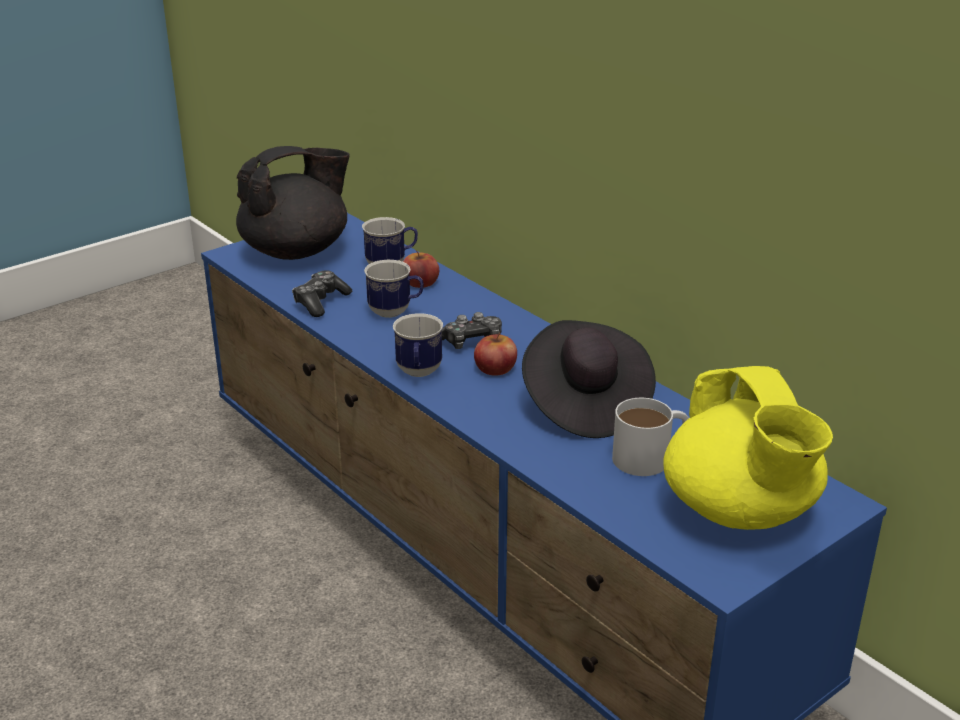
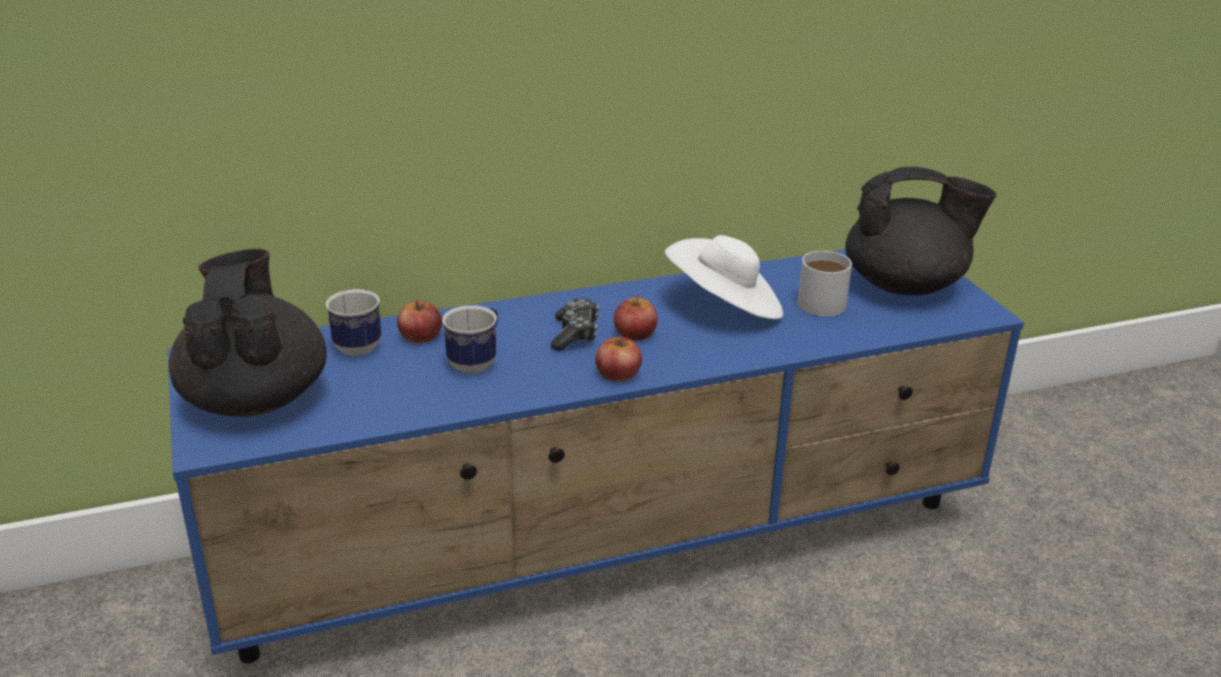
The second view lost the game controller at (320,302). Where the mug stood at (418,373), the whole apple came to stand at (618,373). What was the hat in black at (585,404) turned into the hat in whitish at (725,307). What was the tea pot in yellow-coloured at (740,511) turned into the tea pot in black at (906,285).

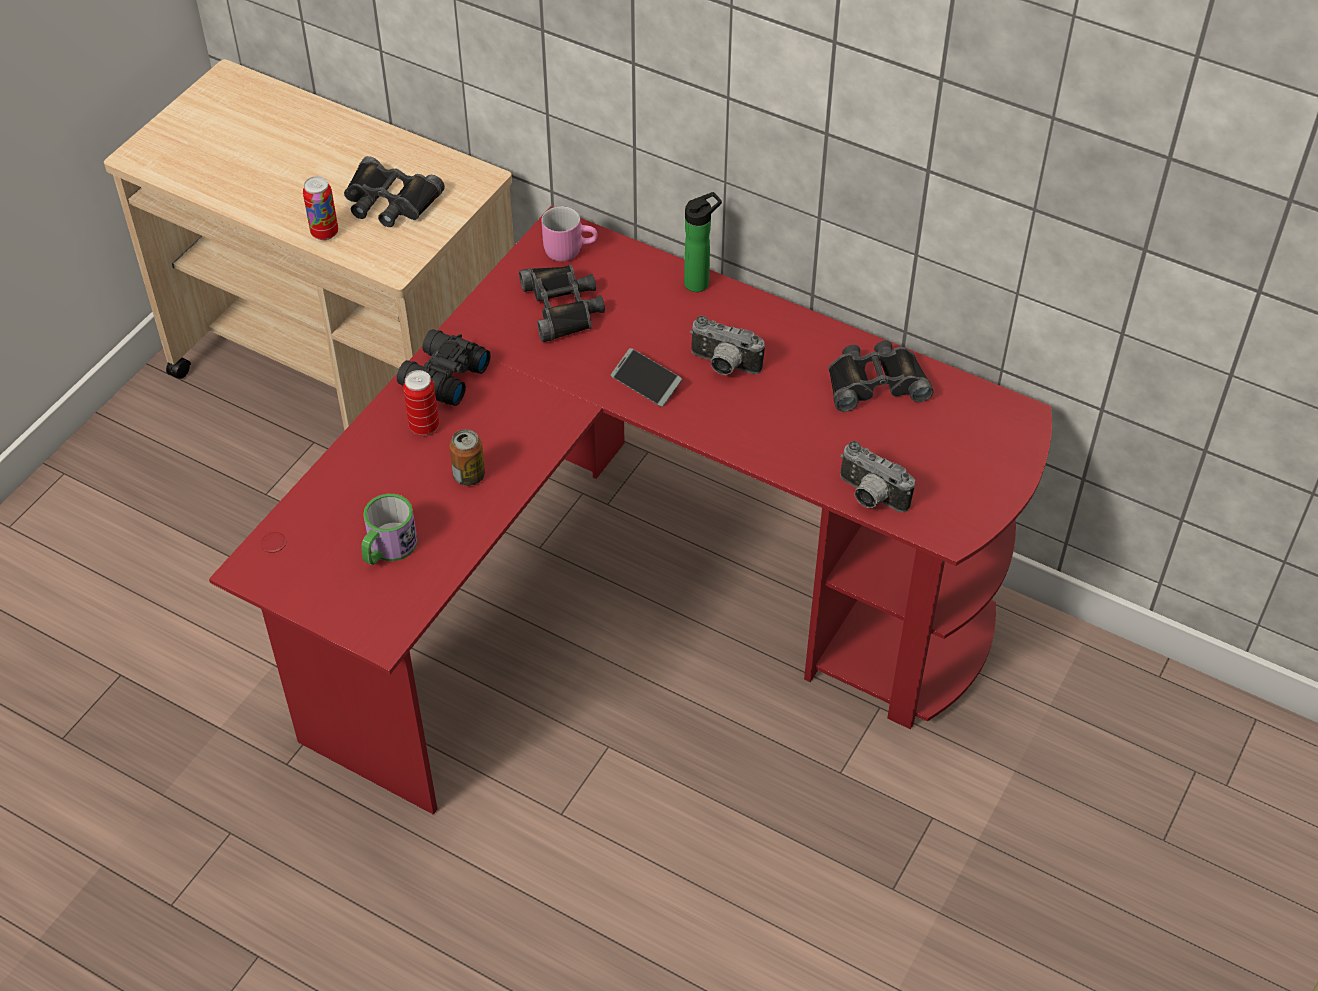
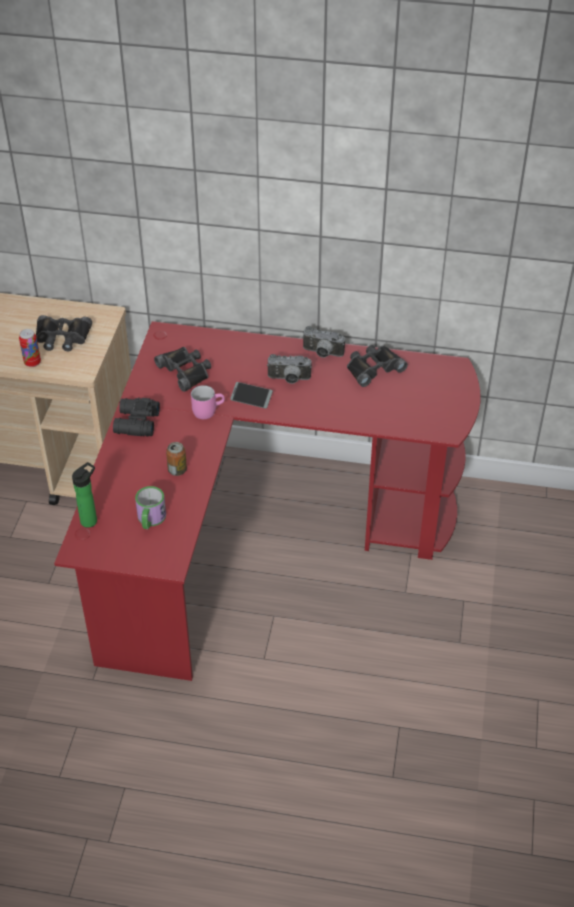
The second view lost the metal can at (424,426). The mug in pinkish ended up elsewhere, having gone from (569,248) to (207,410). The drink bottle ended up elsewhere, having gone from (700,282) to (90,519). The photo camera ended up elsewhere, having gone from (869,497) to (322,354).

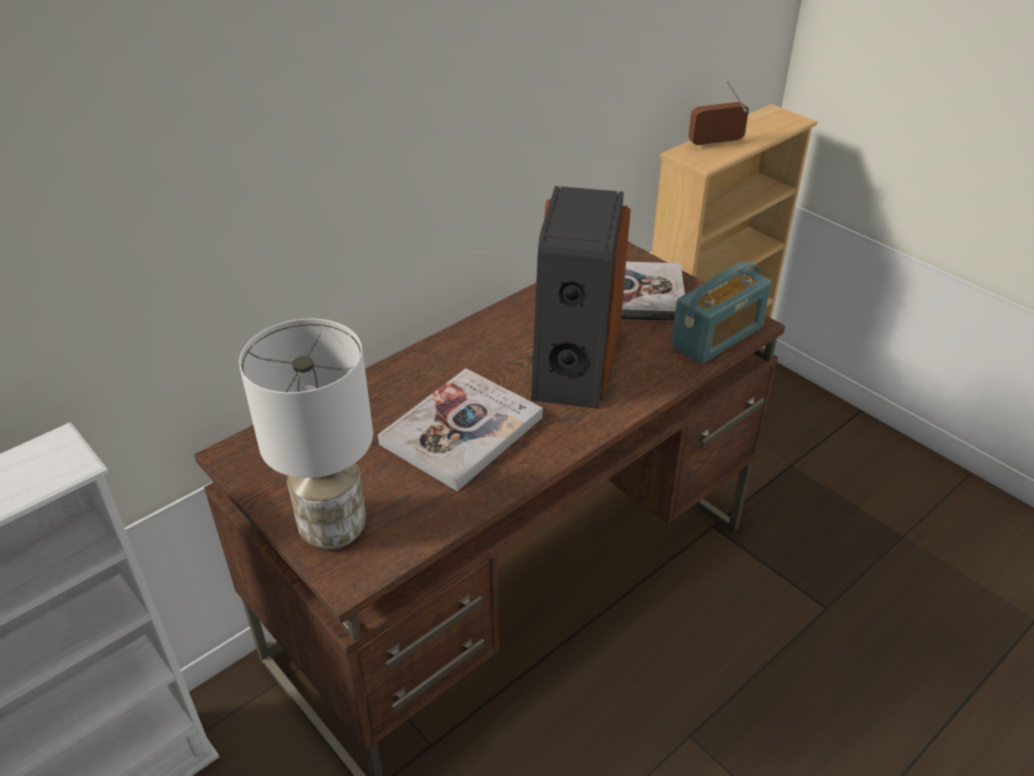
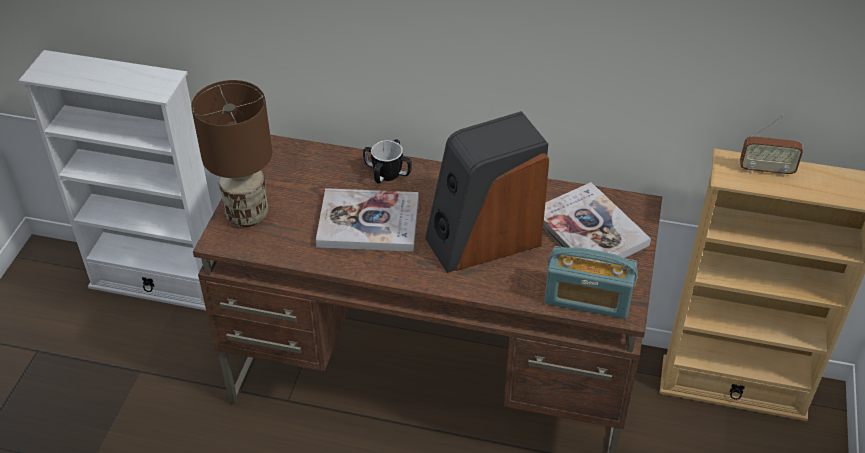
The second view gained the mug at (387,173). What was the table lamp in whitish at (331,529) turned into the table lamp in brown at (246,214). The radio at (715,144) ended up facing another way, 150 degrees clockwise from before.

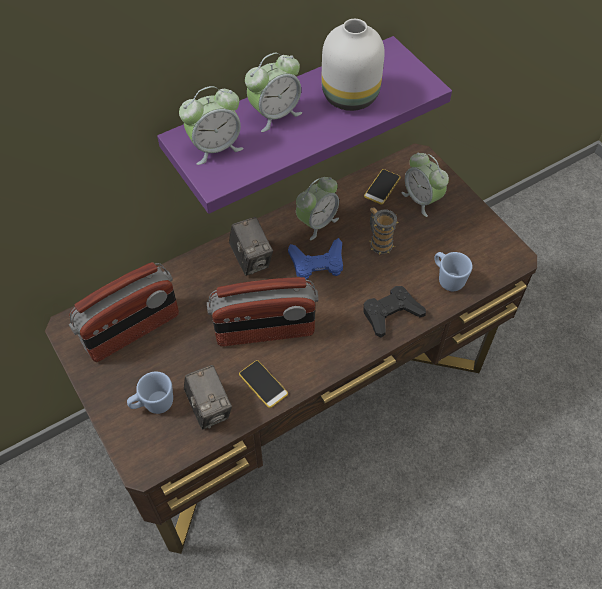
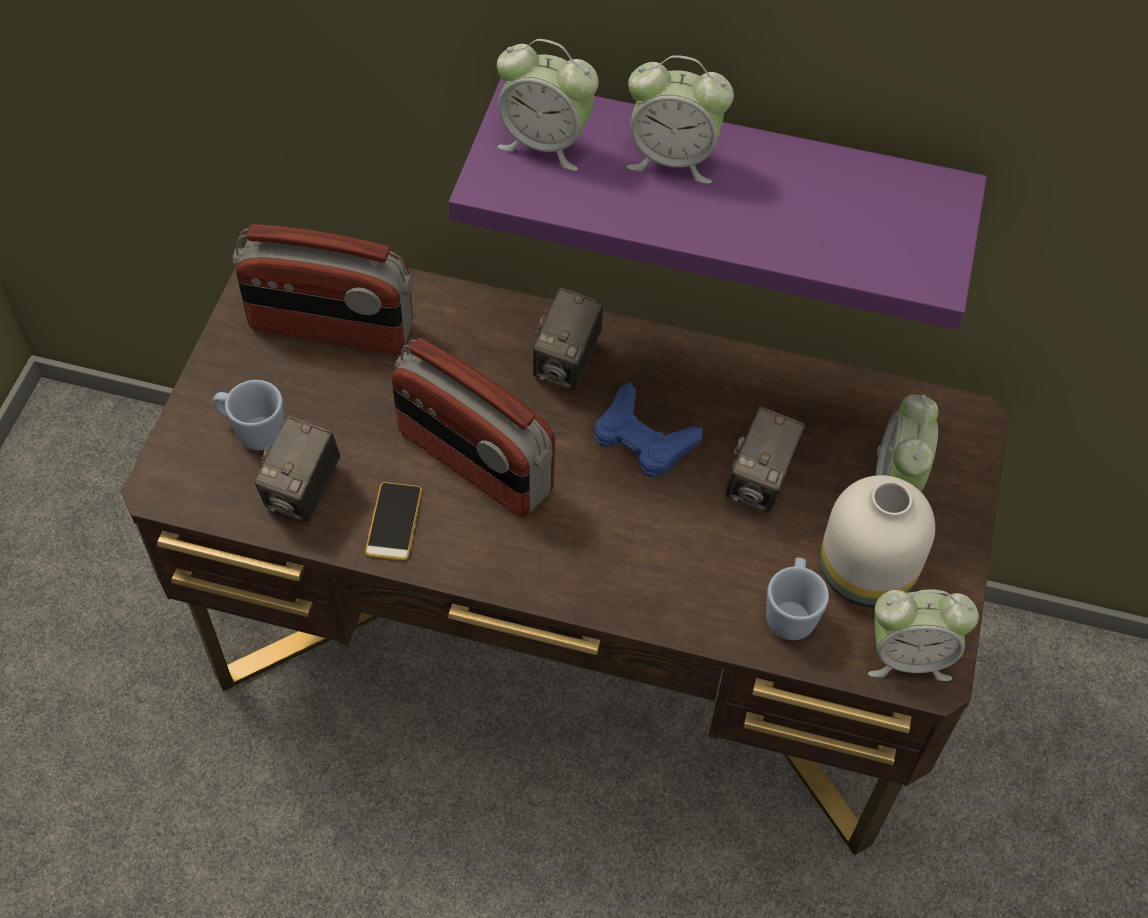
The second view lost the phone at (382,187). The second view lost the game controller in black at (391,313). The table clock ended up elsewhere, having gone from (317,223) to (908,657). The decorative vase in whitish ended up elsewhere, having gone from (349,95) to (865,570). Where the mug stood at (378,242), the photo camera came to stand at (759,483).

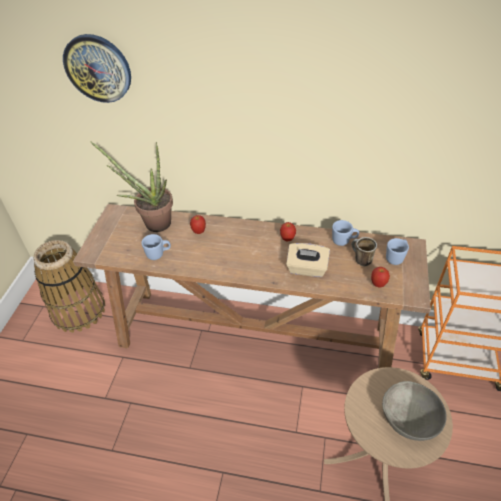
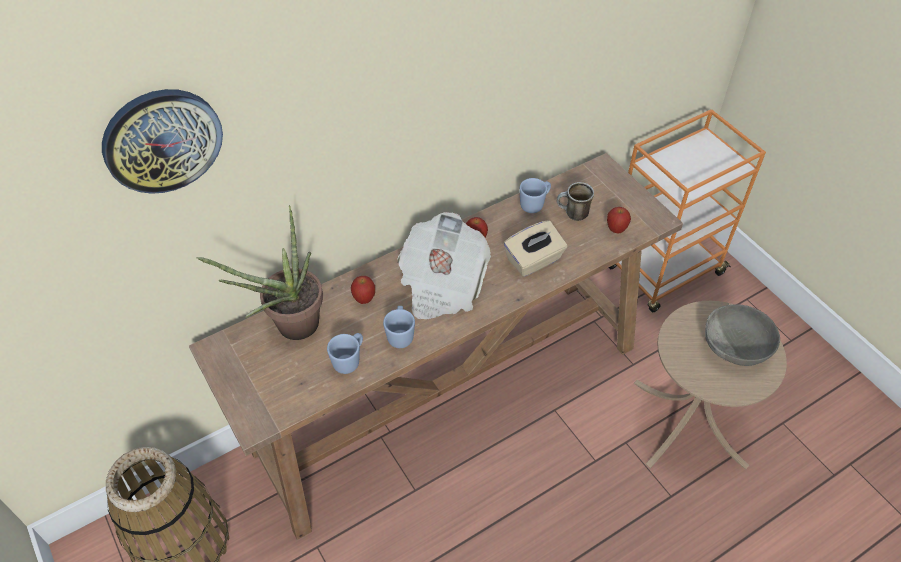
The second view gained the daily paper at (441,284). The mug in bluish ended up elsewhere, having gone from (396,257) to (400,335).

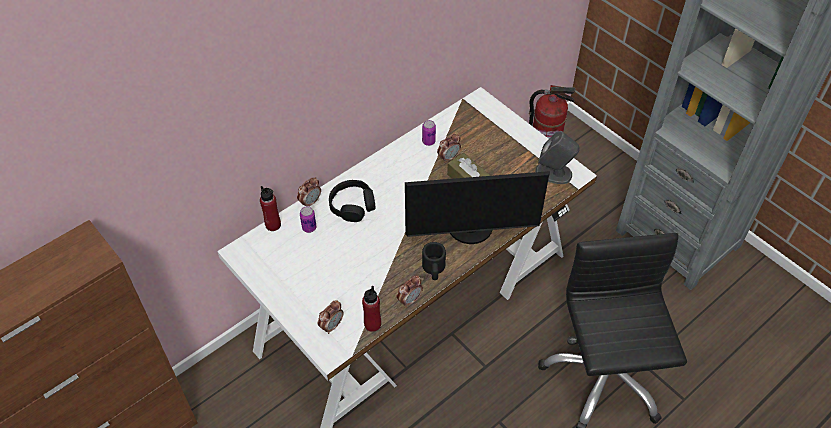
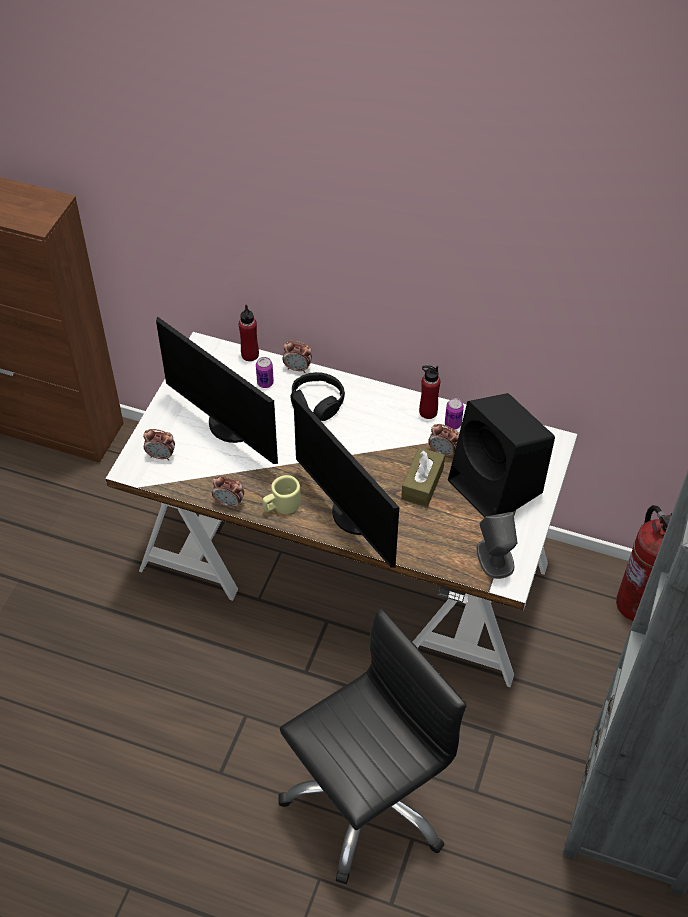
The second view gained the computer screen at (231,425). The second view gained the audio speaker in black at (497,488). The drink bottle in red ended up elsewhere, having gone from (372,324) to (428,412). What was the mug in black at (434,269) turned into the mug in sand-coloured at (281,505).

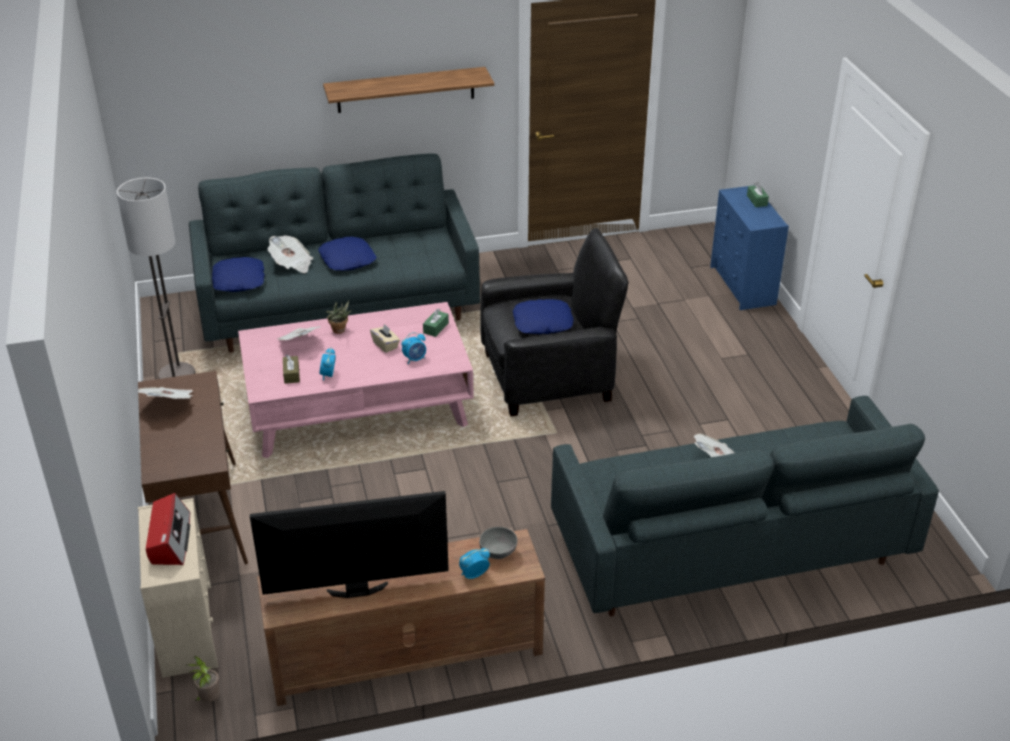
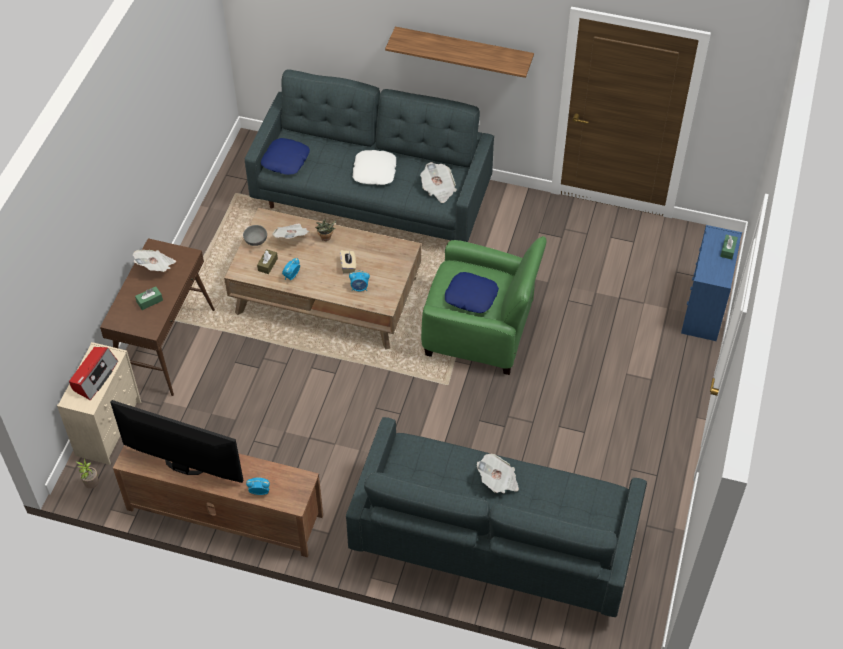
The second view lost the standard lamp at (176,375). The daily paper ended up elsewhere, having gone from (292,264) to (438,189). The tissue holder in green ended up elsewhere, having gone from (436,328) to (149,301). The bowl in grey ended up elsewhere, having gone from (499,553) to (256,241). What was the low table in pinkish at (358,405) turned into the low table in brown at (327,296). What was the pillow in bluish at (348,259) turned into the pillow in whitish at (375,171). What was the lounge chair in black at (549,376) turned into the lounge chair in green at (480,331).

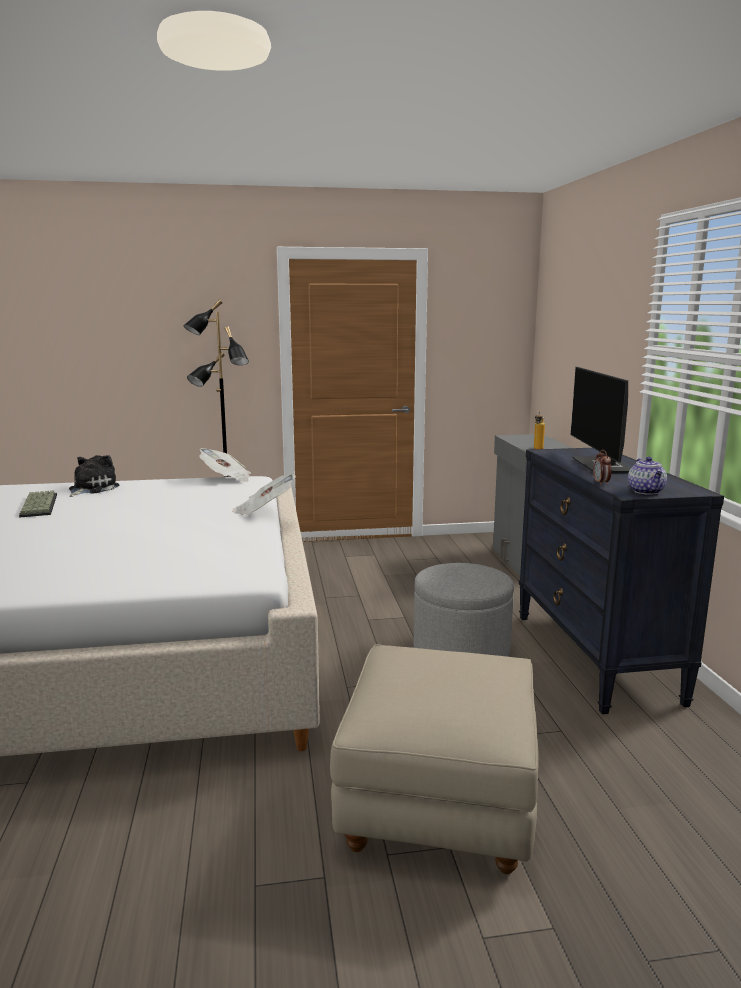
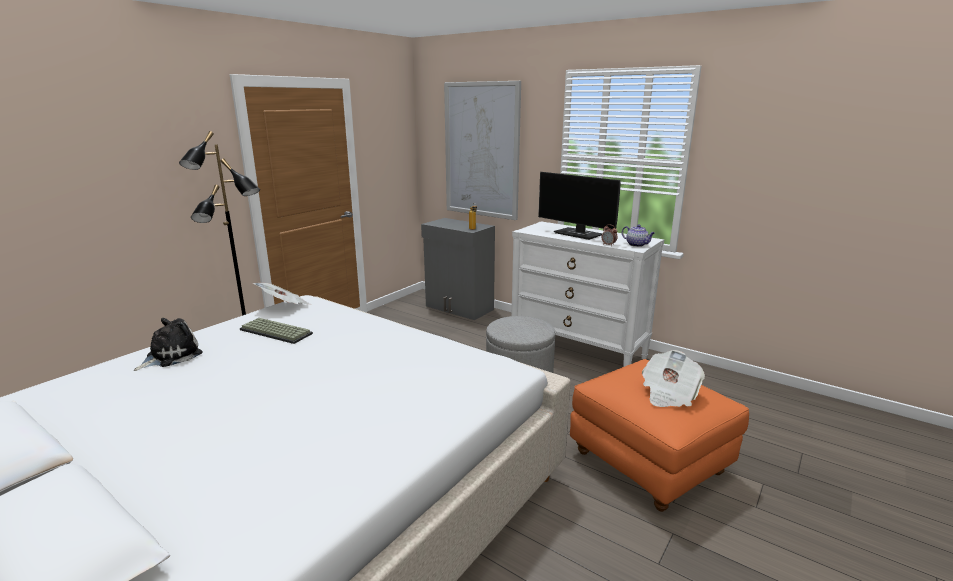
The second view gained the picture at (482,150). The computer keyboard ended up elsewhere, having gone from (37,505) to (274,332). The daily paper ended up elsewhere, having gone from (264,511) to (668,394). What was the footrest in sand-coloured at (439,805) turned into the footrest in orange at (649,463). What was the chest of drawers in black at (595,657) turned into the chest of drawers in whitish at (578,351). The soft toy at (91,489) ended up facing another way, 60 degrees clockwise from before.

